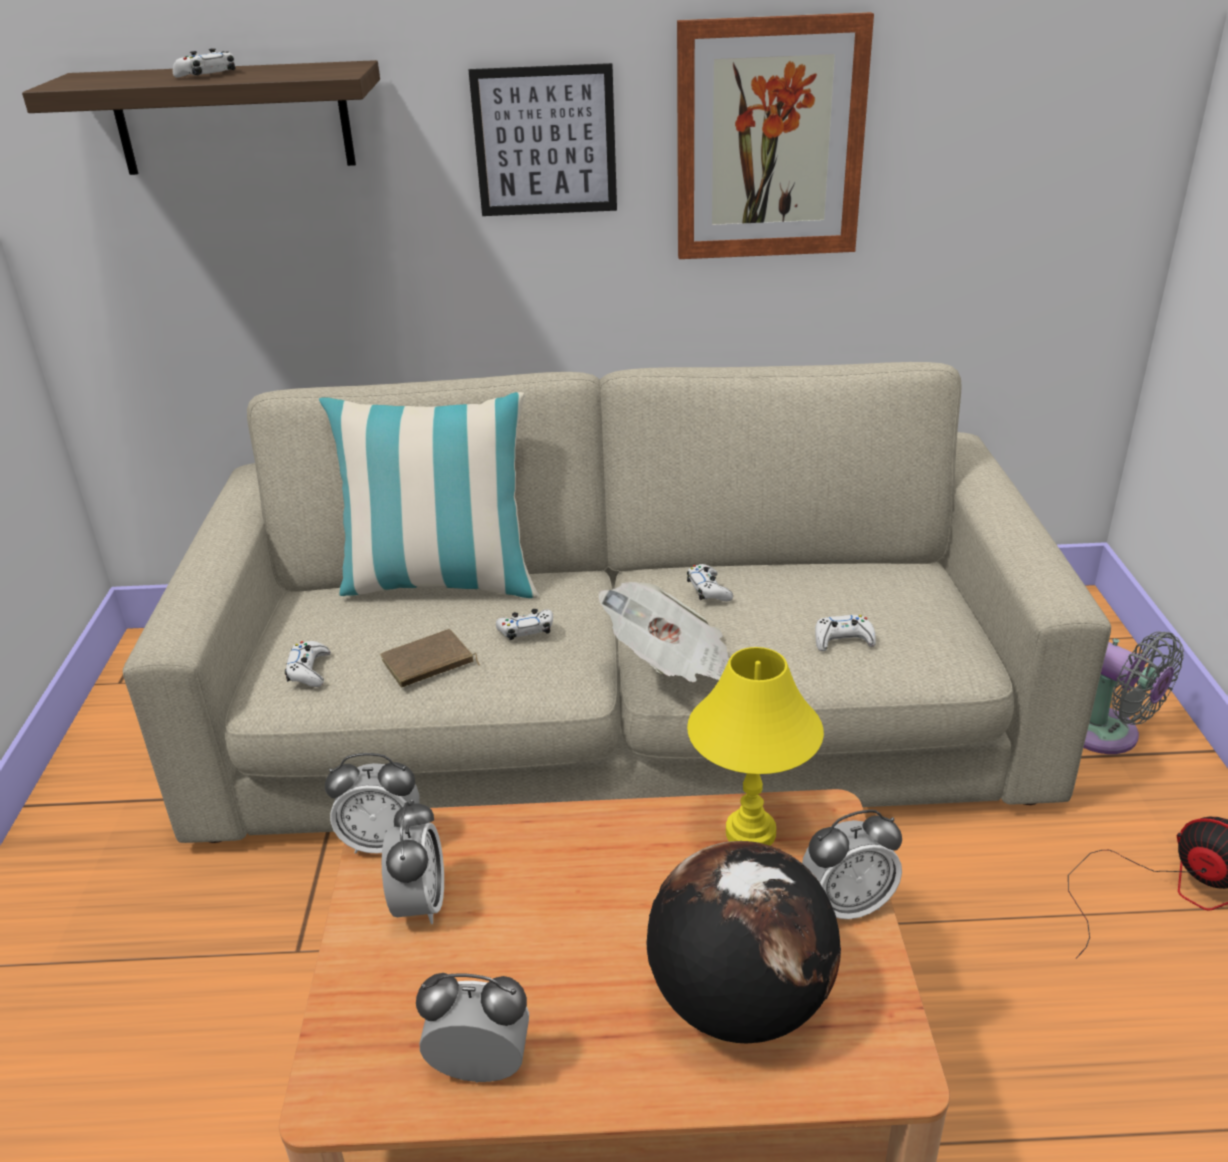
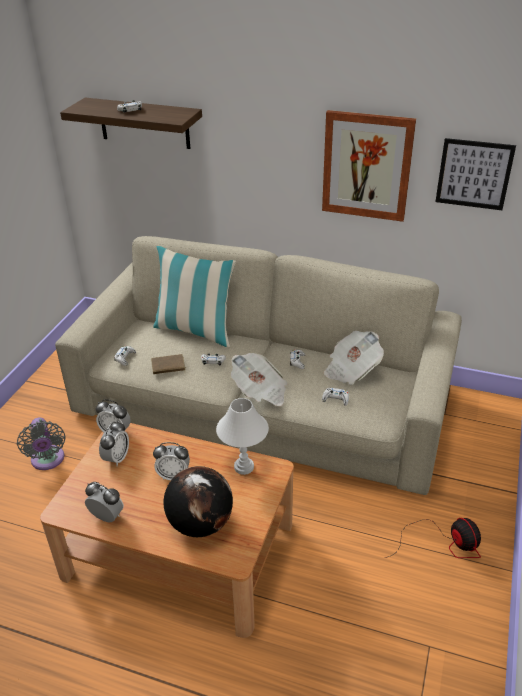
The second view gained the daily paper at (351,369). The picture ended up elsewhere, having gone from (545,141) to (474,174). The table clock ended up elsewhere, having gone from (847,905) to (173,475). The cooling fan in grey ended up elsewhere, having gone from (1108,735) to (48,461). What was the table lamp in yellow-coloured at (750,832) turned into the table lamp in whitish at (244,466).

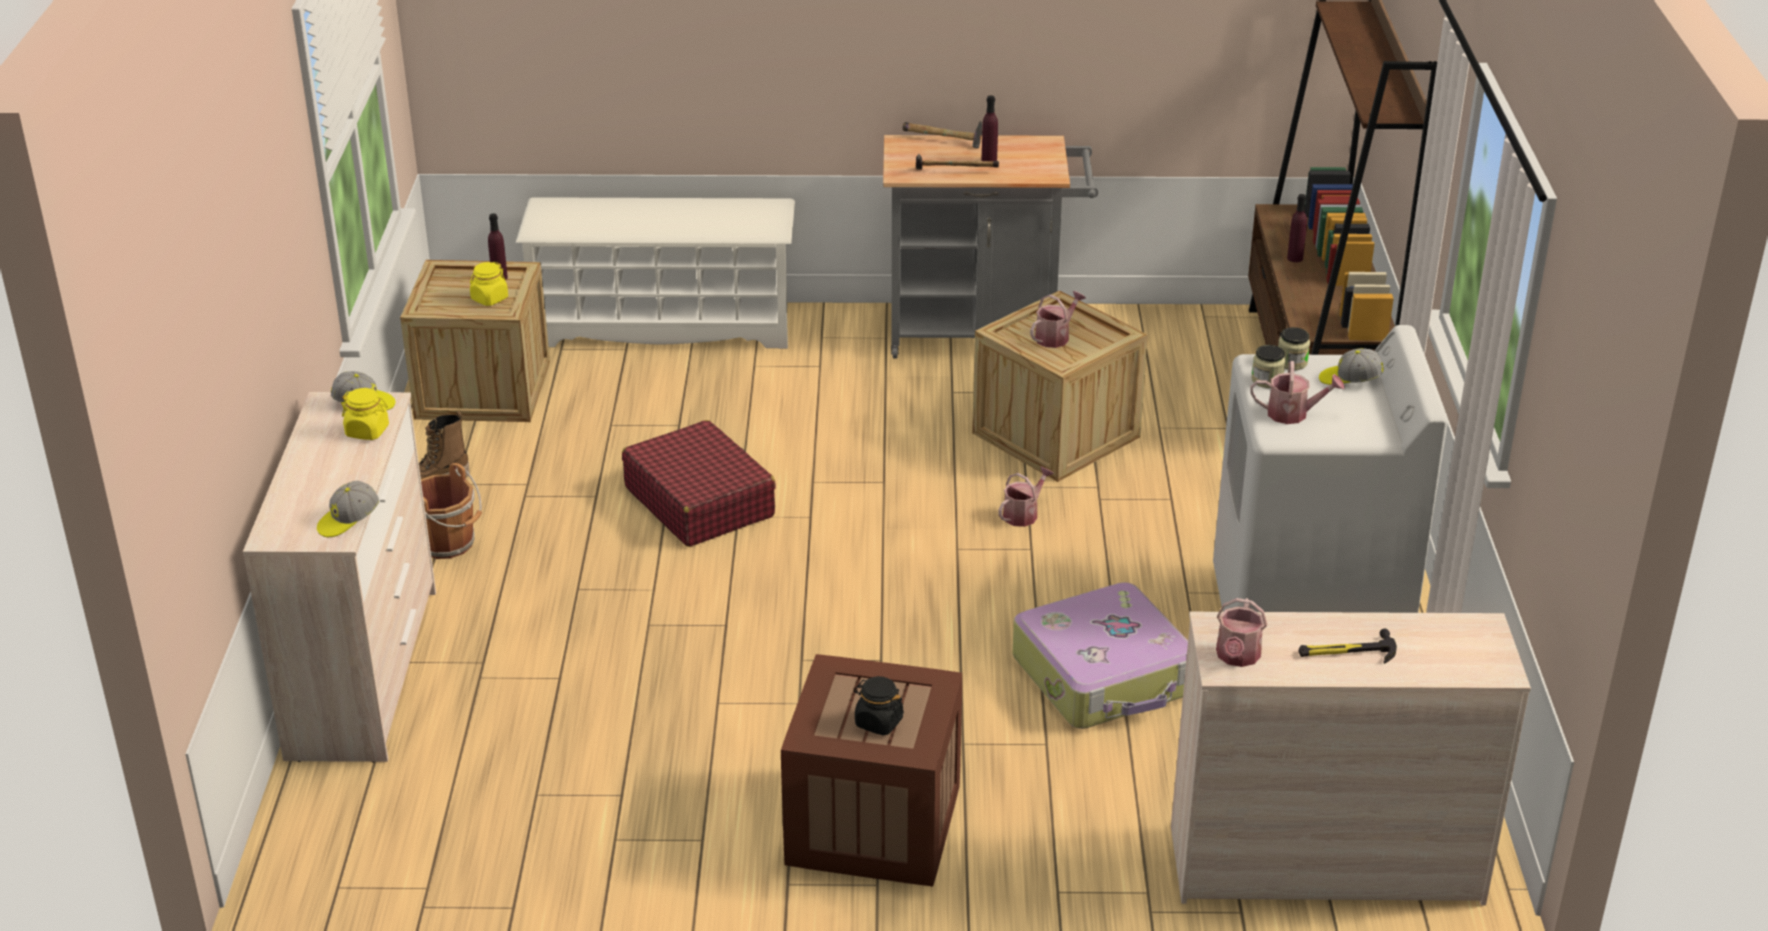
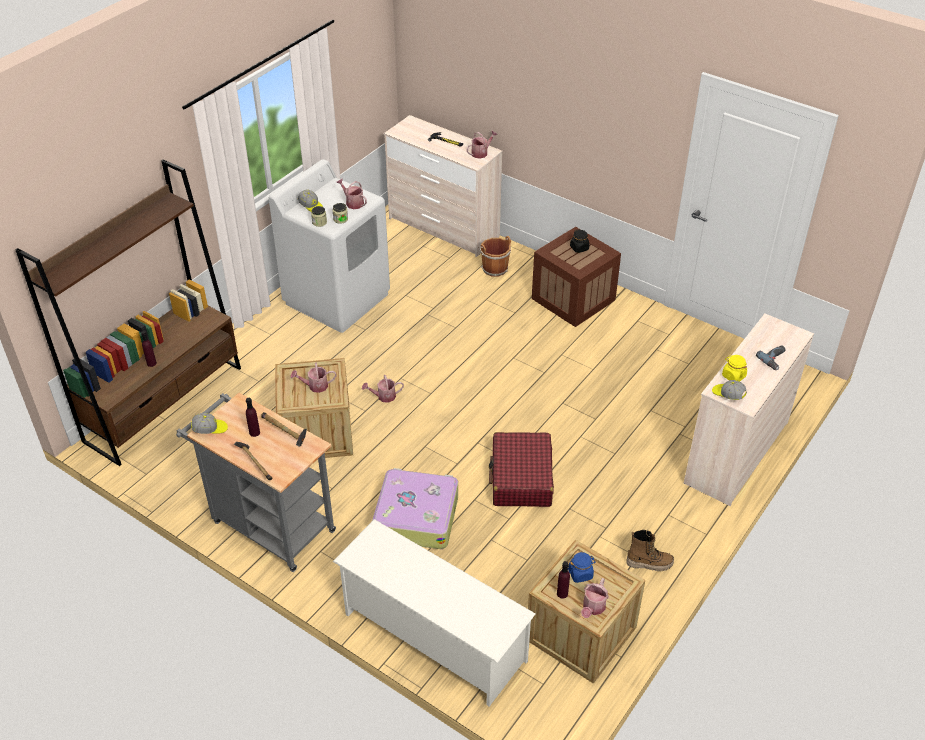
The second view gained the watering can at (593,608). The second view gained the drill at (775,360). The peaked cap ended up elsewhere, having gone from (348,521) to (210,429). The pail in brown ended up elsewhere, having gone from (449,543) to (494,268). The travel case ended up elsewhere, having gone from (1104,676) to (416,516). What was the preserve jar in yellow-coloured at (489,299) turned into the preserve jar in bluish at (580,574).

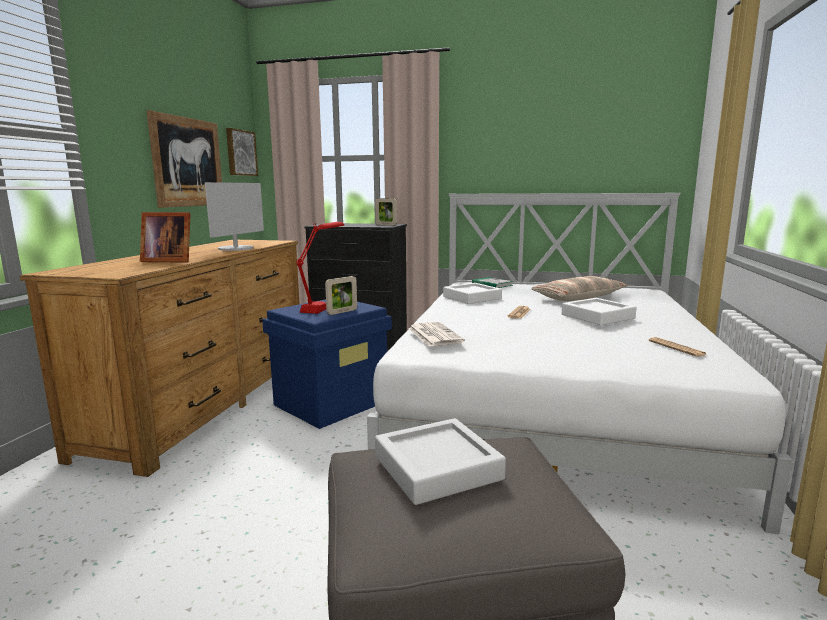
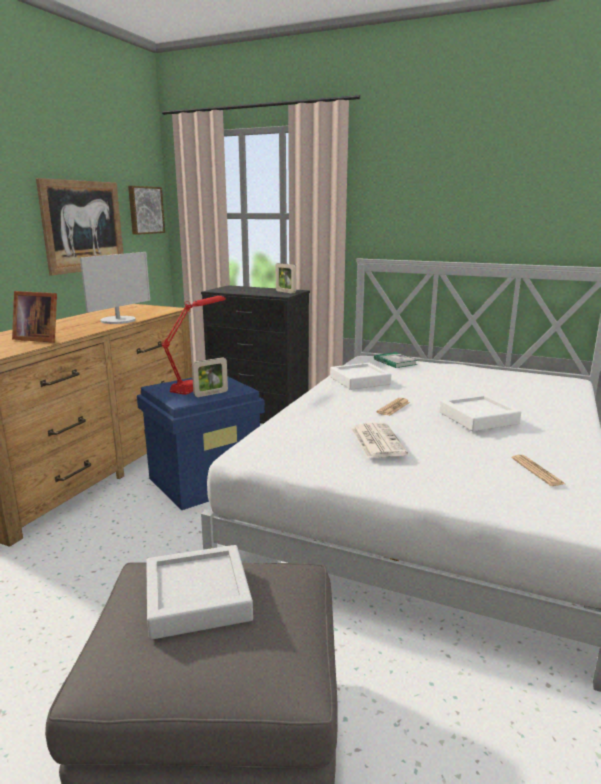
The second view lost the pillow at (578,298). The daily paper ended up elsewhere, having gone from (434,335) to (376,441).

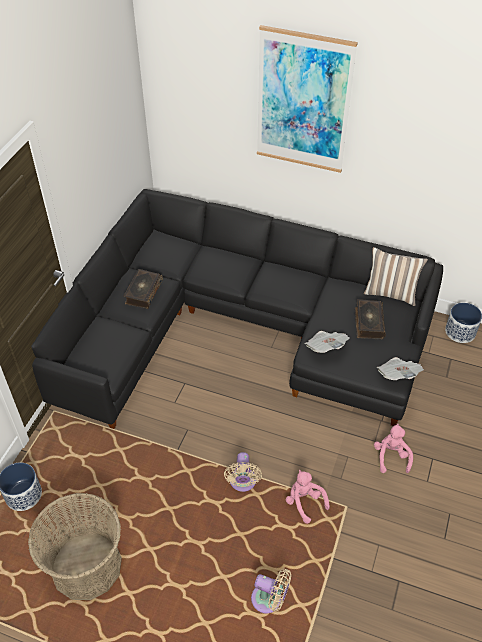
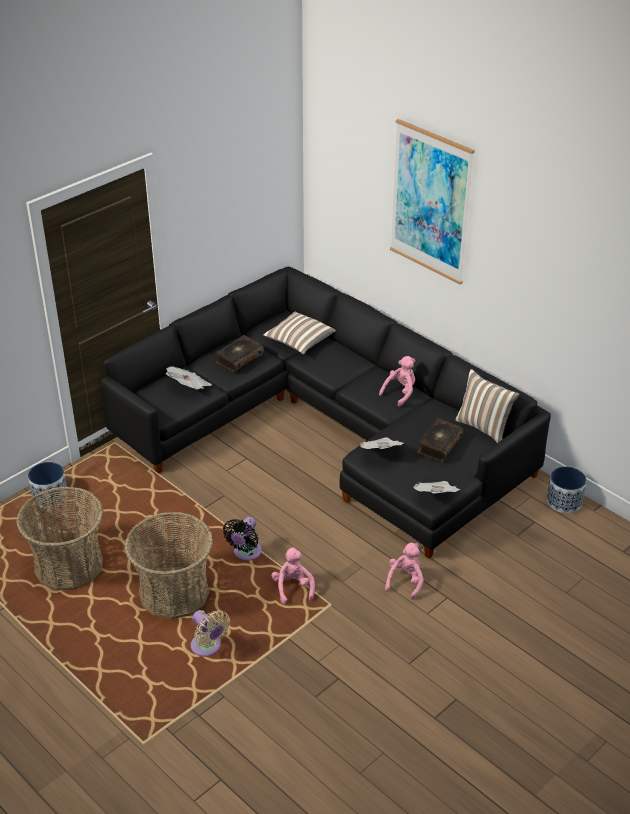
The second view gained the storage basket at (174,593). The second view gained the daily paper at (189,387). The second view gained the pillow at (299,342). The second view gained the soft toy in pinkish at (400,393). What was the cooling fan in sand-coloured at (242,483) turned into the cooling fan in black at (246,553).

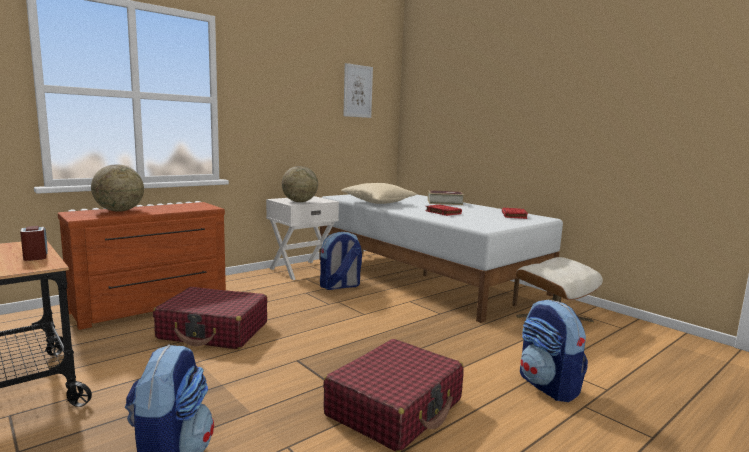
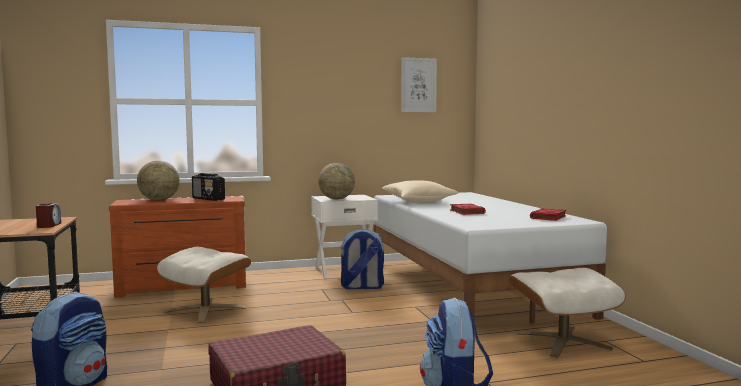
The second view lost the book at (445,202). The second view gained the radio at (208,199). Where the travel case in red stood at (214,331), the footrest in sand-coloured came to stand at (206,310).

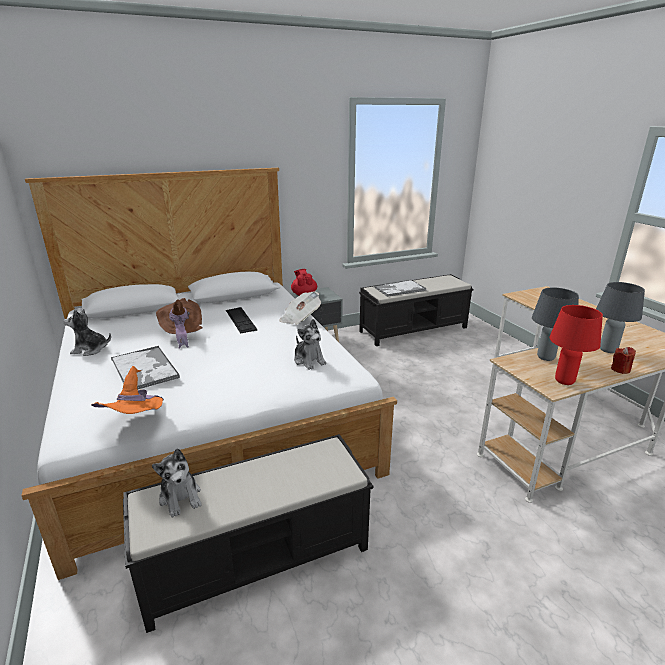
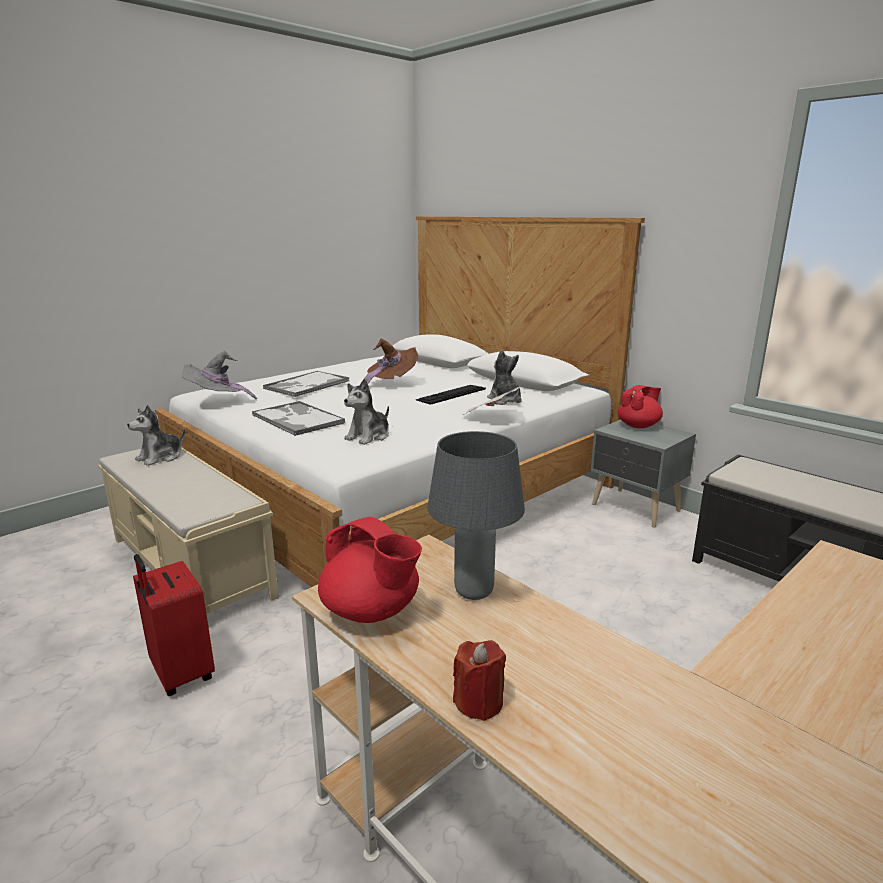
The second view lost the table lamp in grey at (607,350). The second view gained the travel case in red at (180,674). The soft toy ended up elsewhere, having gone from (90,350) to (504,401). The carrying tray ended up elsewhere, having gone from (399,289) to (297,419). Where the table lamp in red stood at (565,381), the tea pot in red came to stand at (372,611). What was the hat in orange at (136,423) turned into the hat in grey at (218,402). What was the long seat in black at (258,556) turned into the long seat in sand-coloured at (191,567).

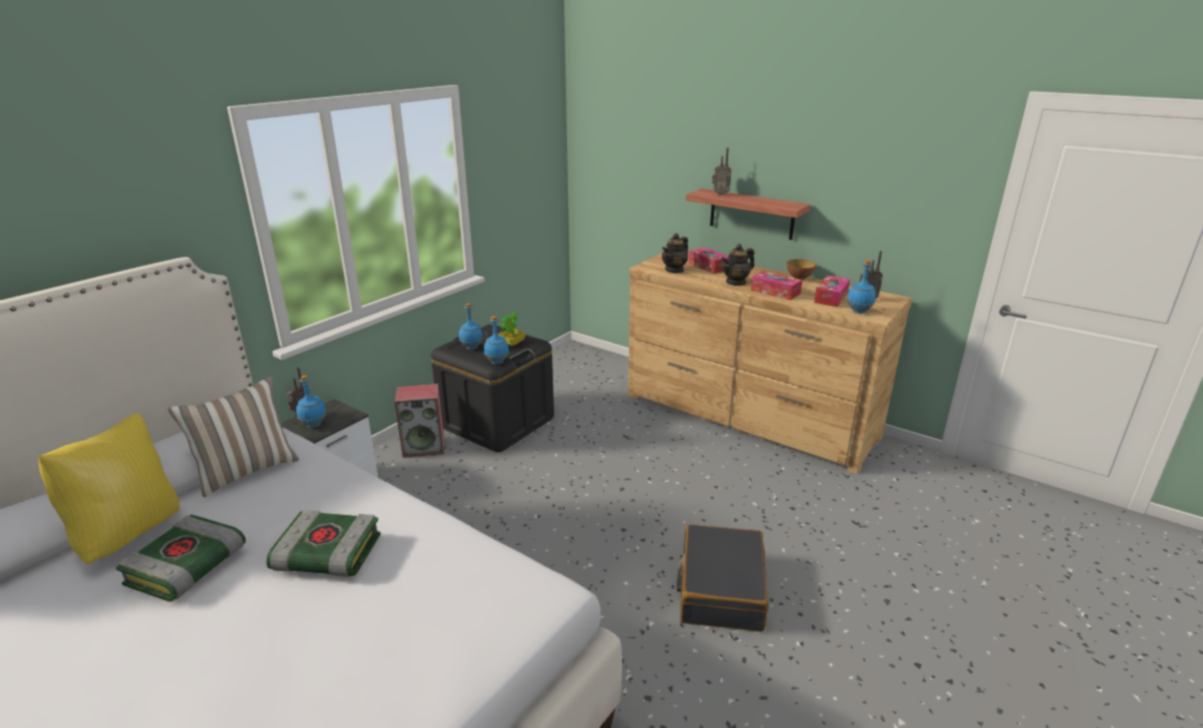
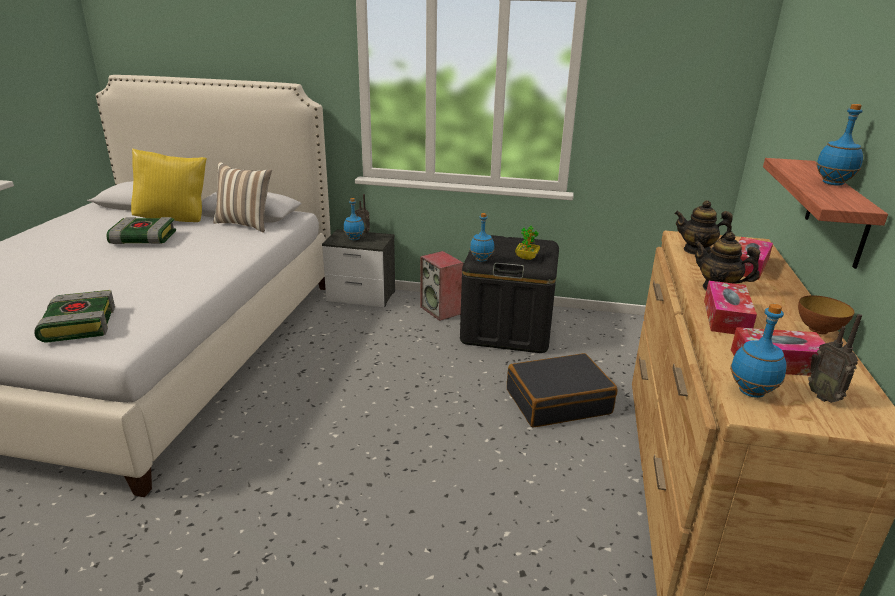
The second view lost the radio at (721,194). The book ended up elsewhere, having gone from (326,555) to (78,324). The drink bottle in bluish ended up elsewhere, having gone from (471,348) to (832,183). The travel case in black ended up elsewhere, having gone from (720,589) to (558,401).

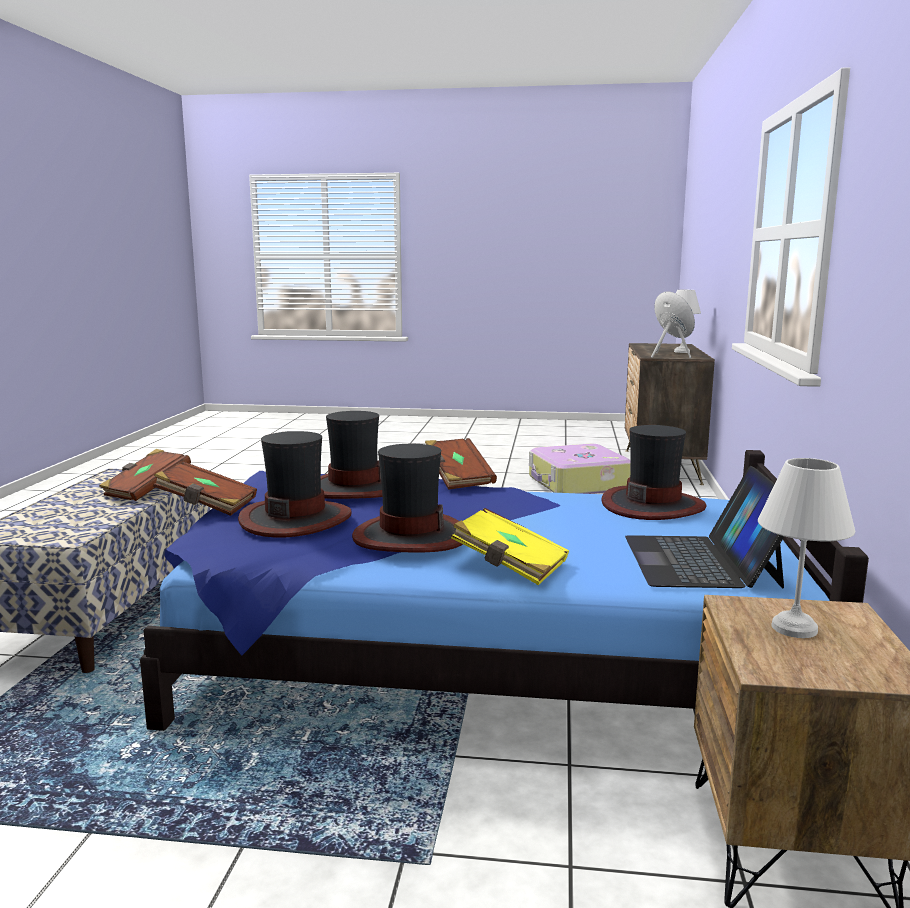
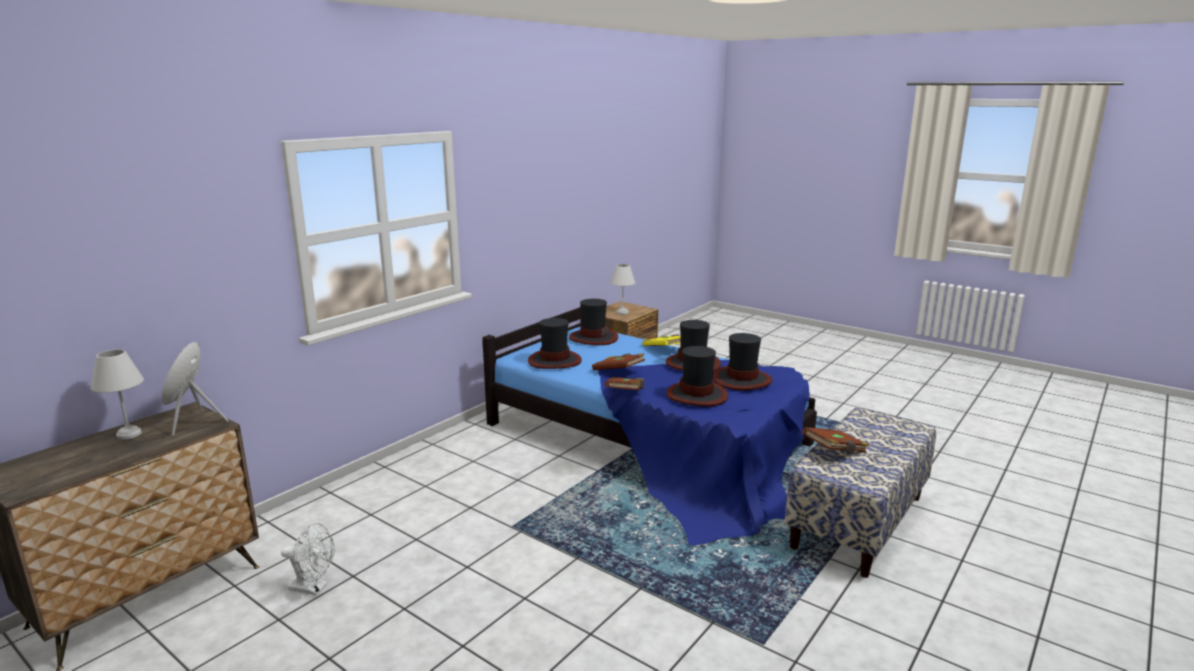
The book in brown ended up elsewhere, having gone from (207,506) to (618,371). Where the travel case stood at (577,484), the cooling fan in whitish came to stand at (313,588). Where the laptop stood at (702,561), the hat came to stand at (593,338).

